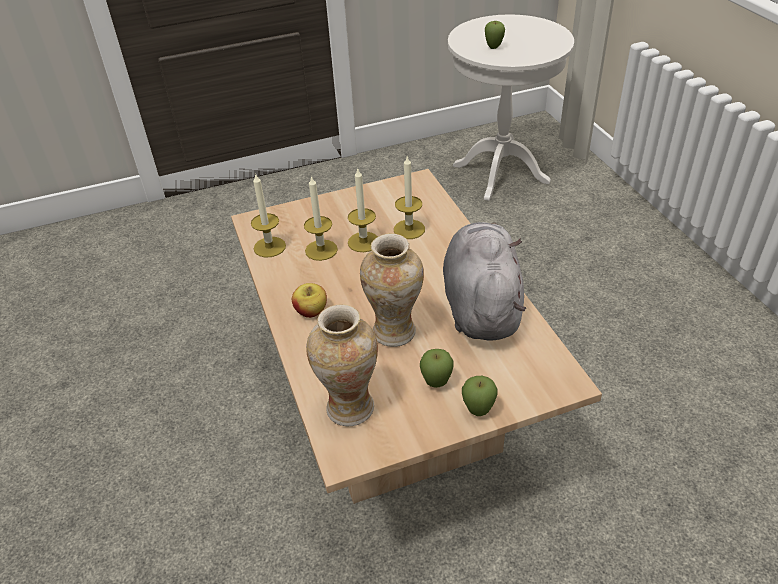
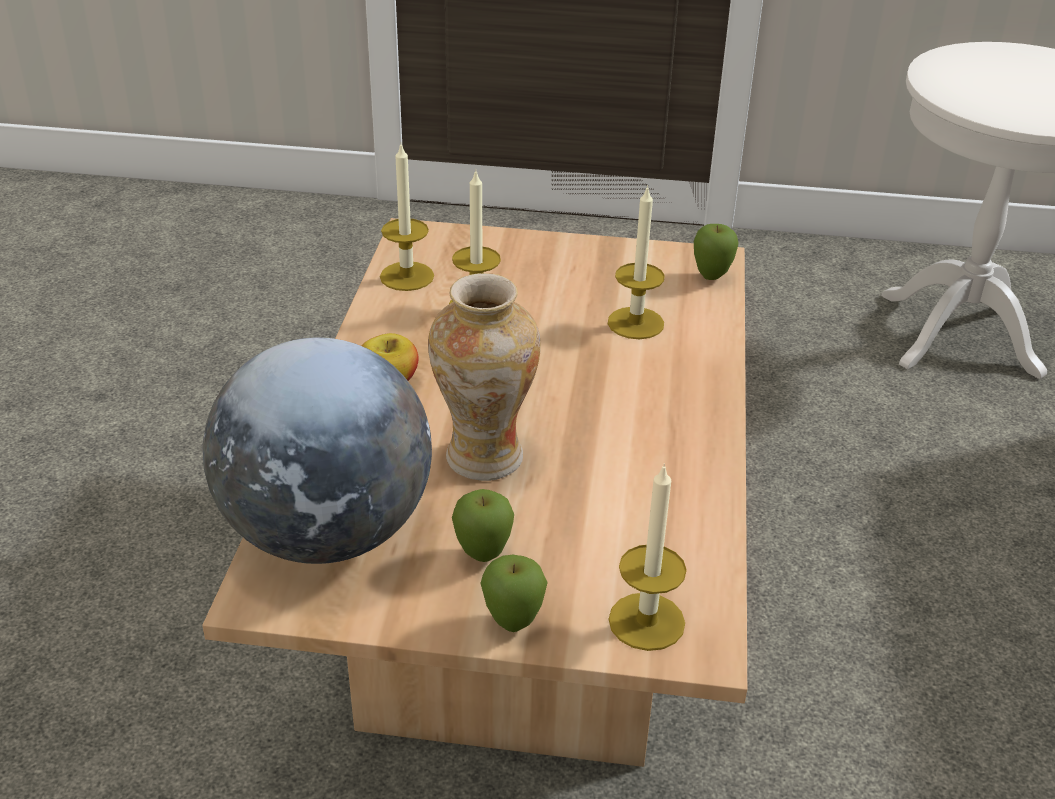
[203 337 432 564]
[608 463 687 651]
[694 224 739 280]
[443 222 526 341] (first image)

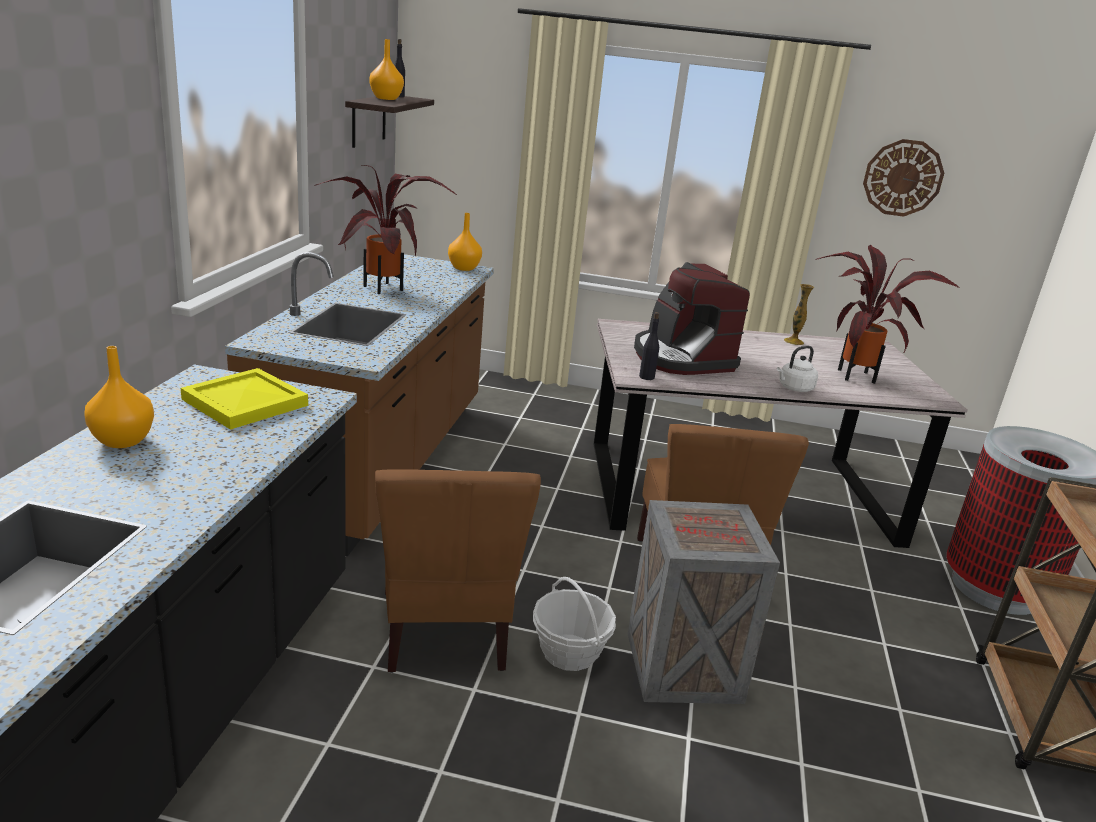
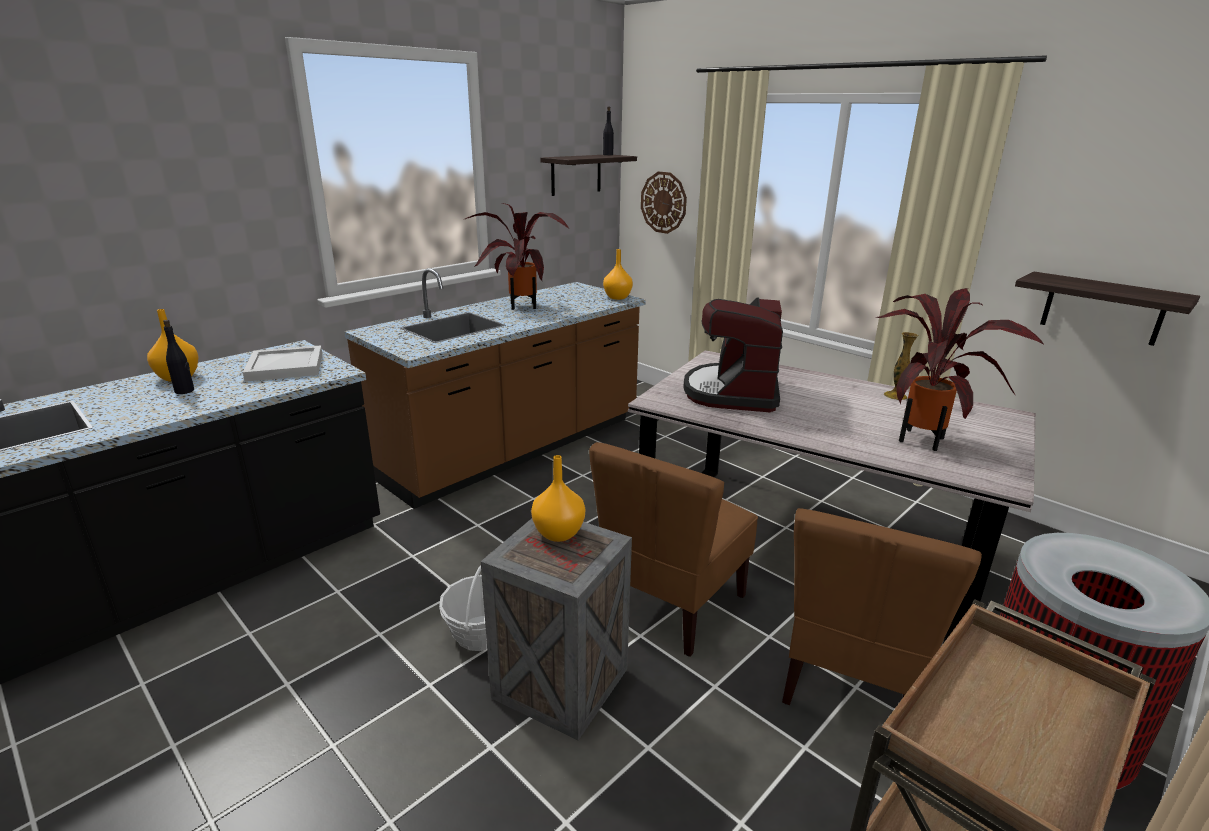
[163 320 194 394]
[243 345 323 382]
[531 455 585 542]
[641 172 687 234]
[782 508 982 705]
[1015 271 1200 346]
[777 346 818 392] (first image)

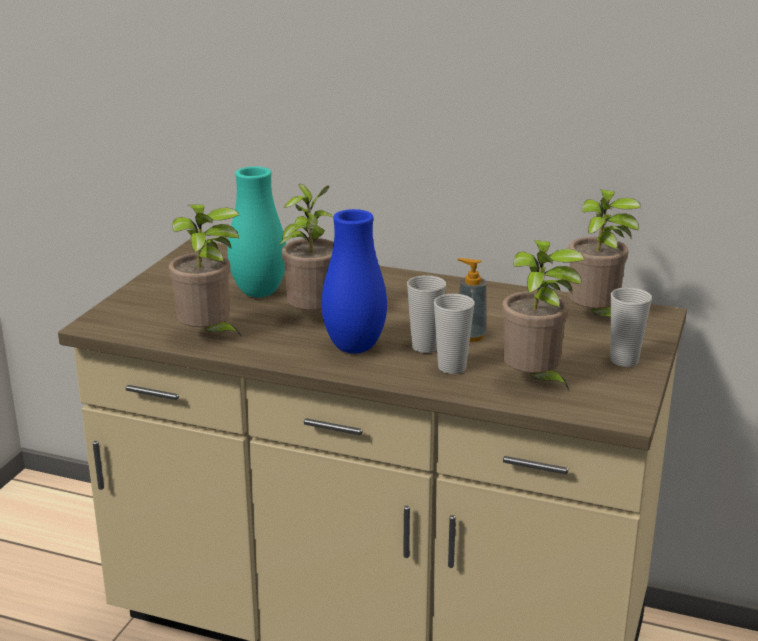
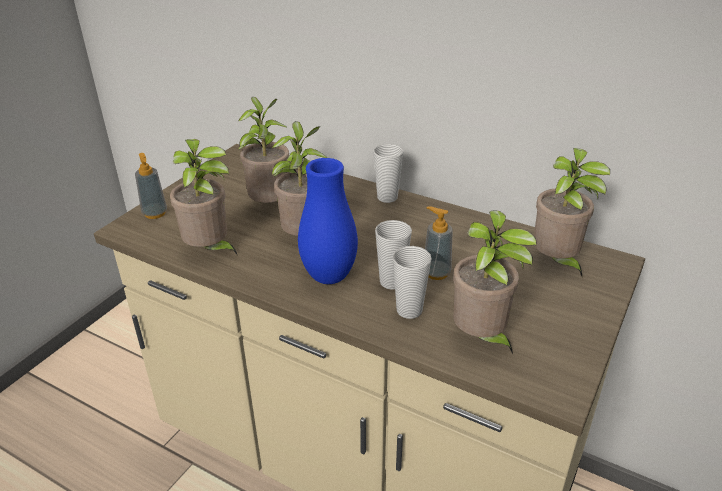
[135 153 167 219]
[238 97 289 203]
[373 144 404 203]

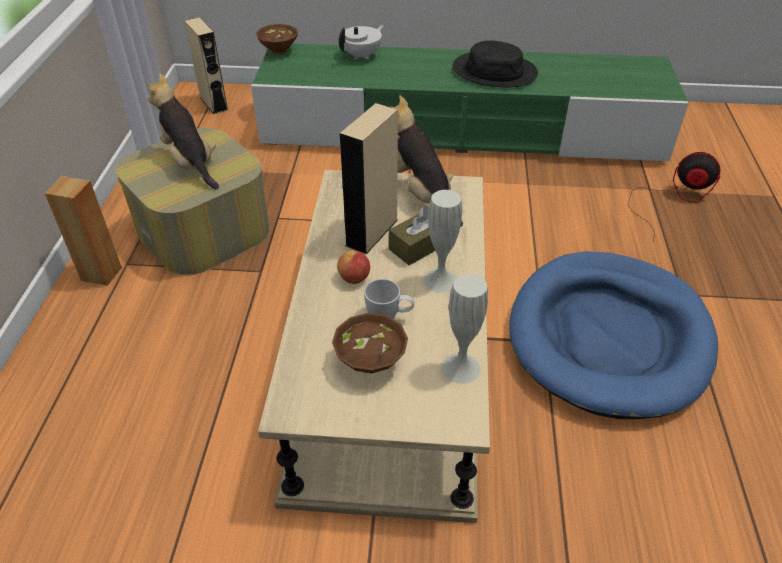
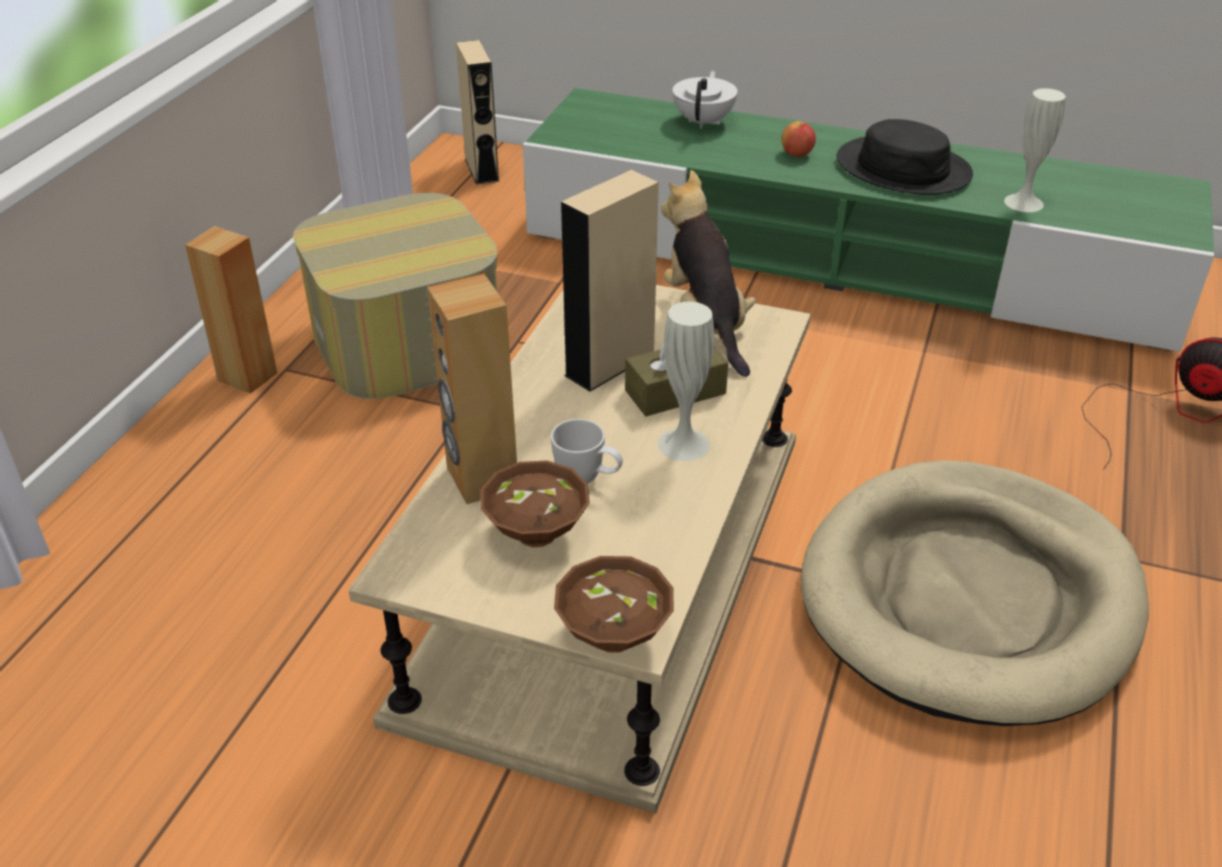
[427 274 517 504]
[554 556 674 653]
[673 70 738 129]
[781 121 816 157]
[801 460 1149 726]
[1004 88 1066 212]
[146 74 219 190] (first image)

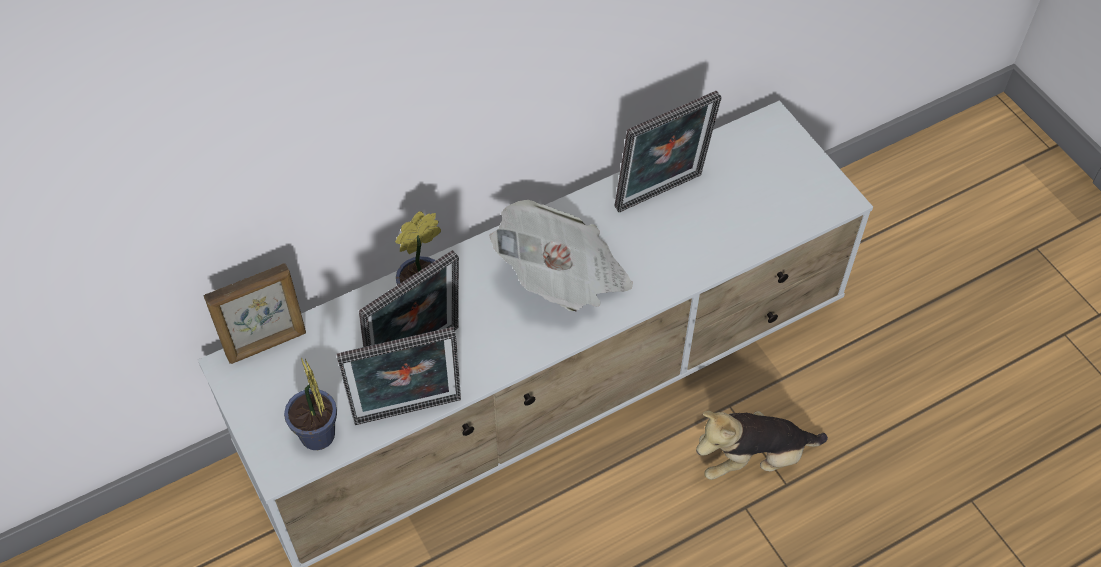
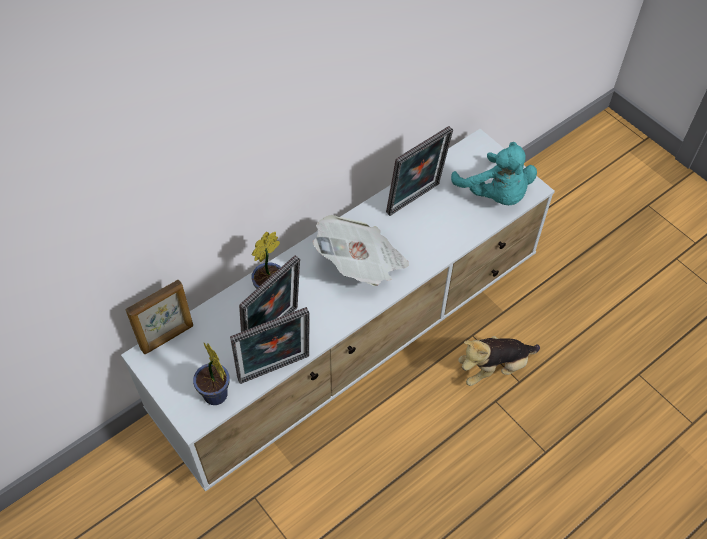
[451 142 537 205]

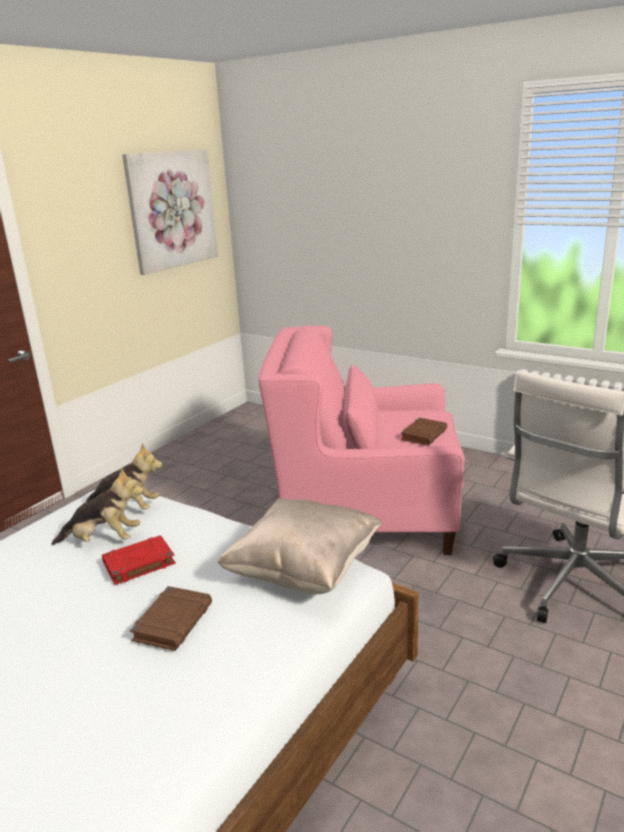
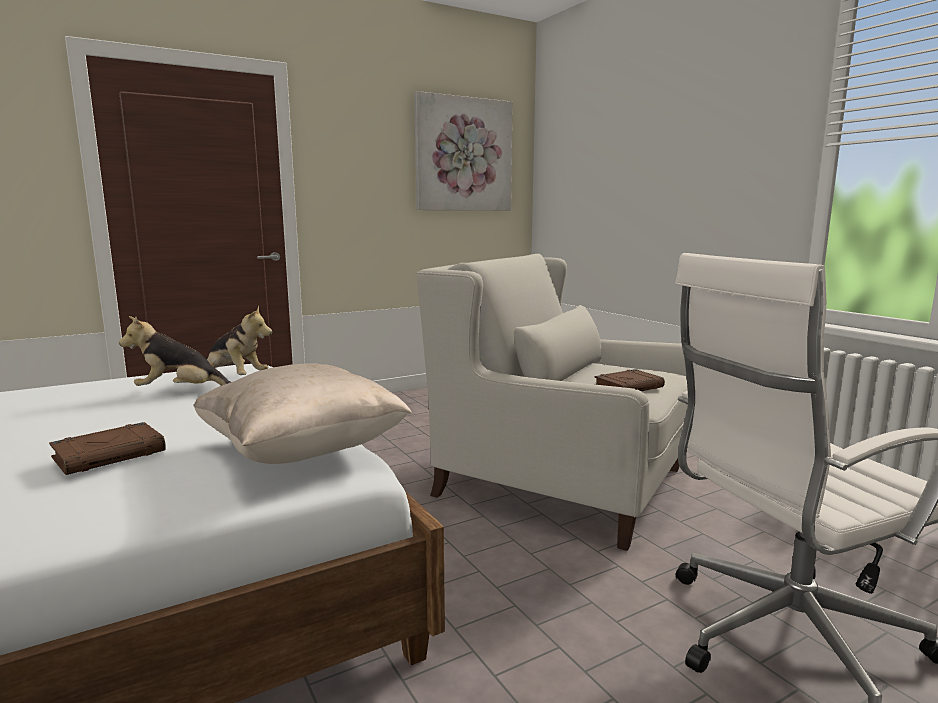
[119 316 231 386]
[417 254 688 551]
[102 535 176 585] (first image)

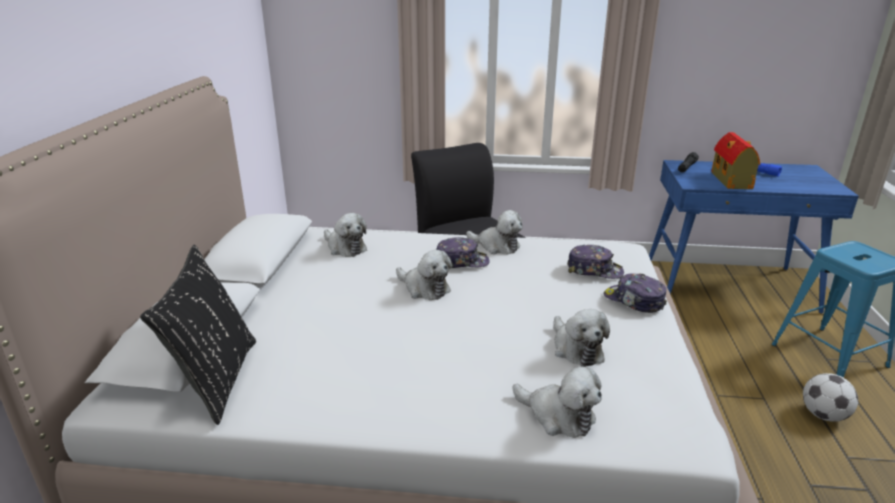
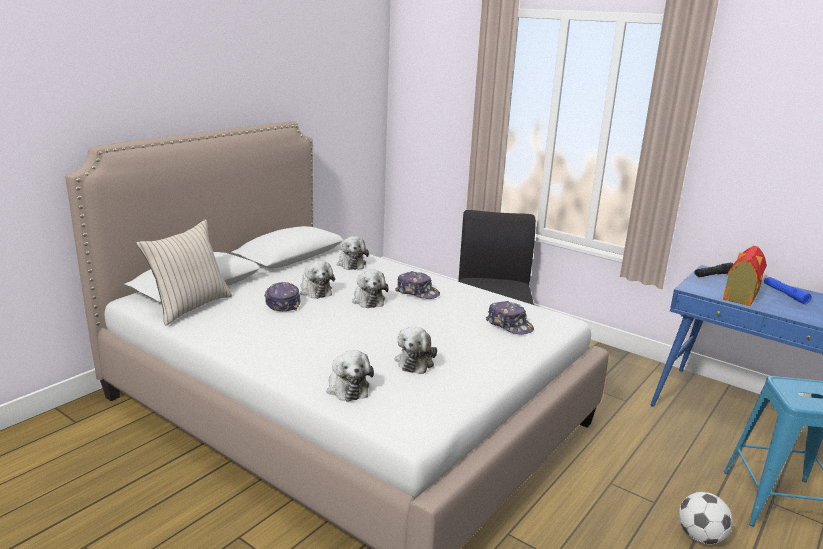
[136 220 232 326]
[264 282 301 311]
[300 261 335 299]

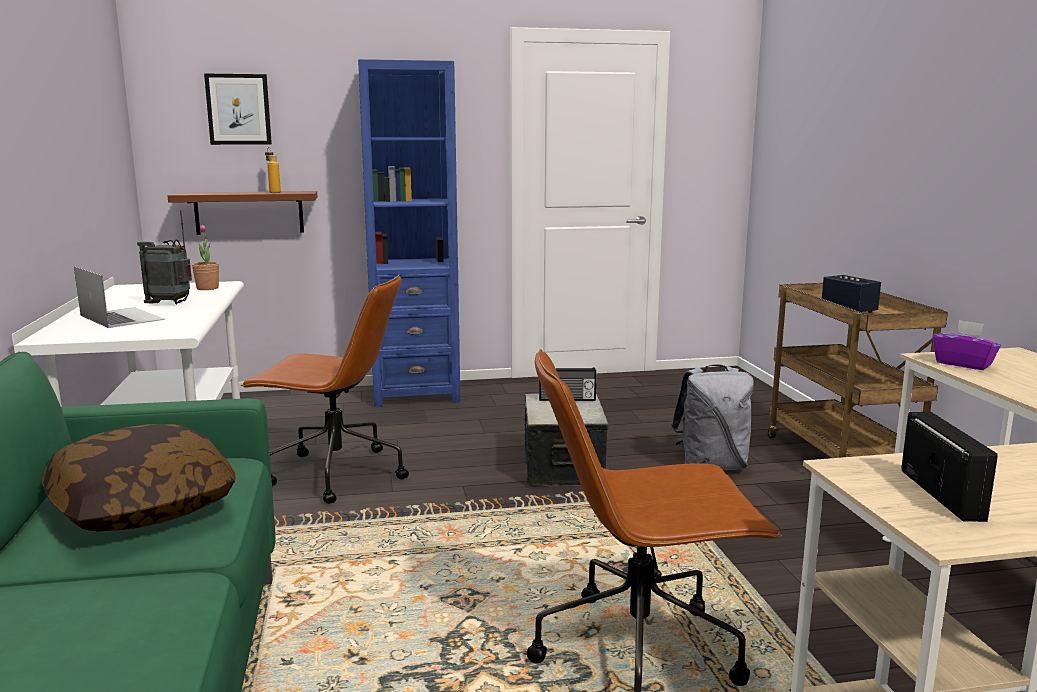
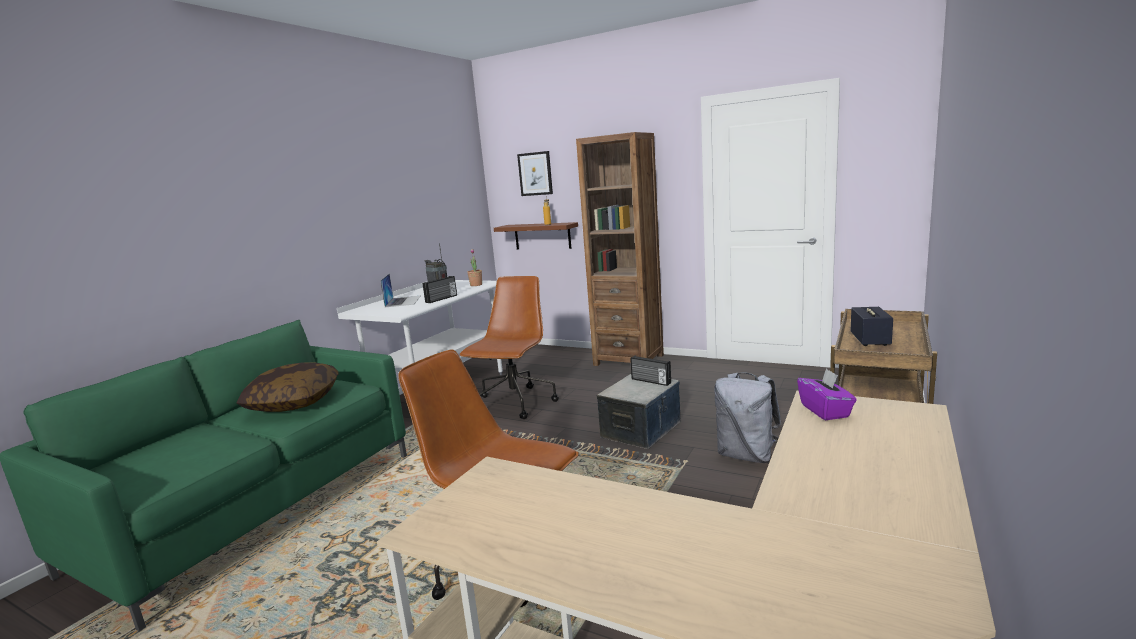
[423 276 457 303]
[459 276 559 419]
[576 132 664 366]

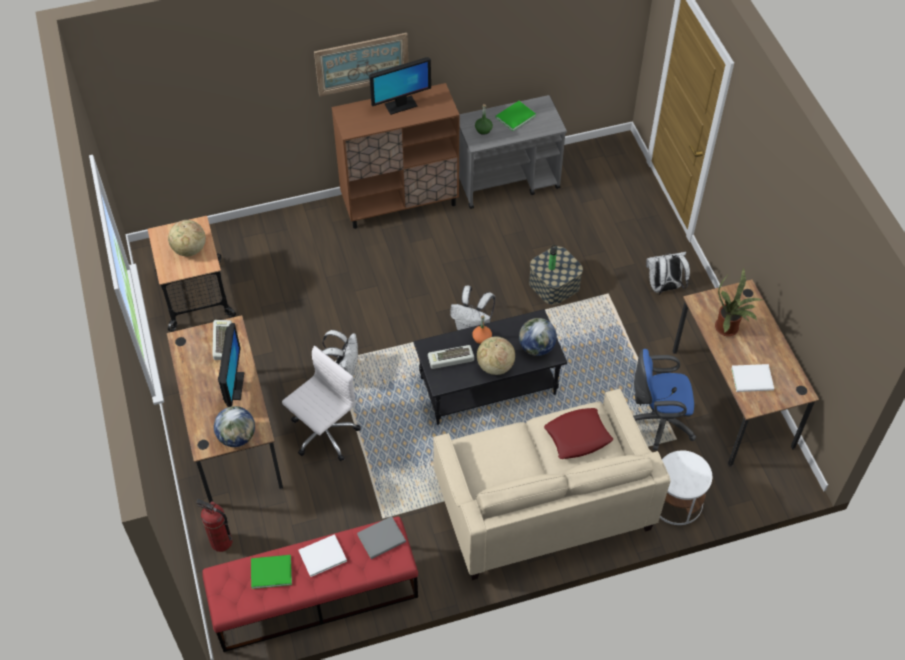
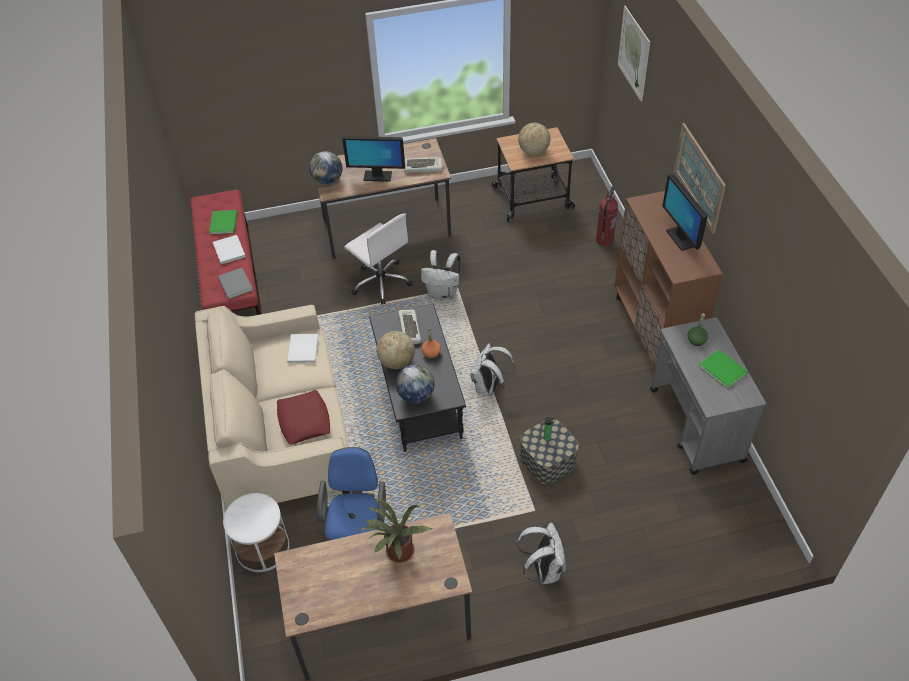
[287 334 319 363]
[596 186 618 246]
[618 6 650 102]

